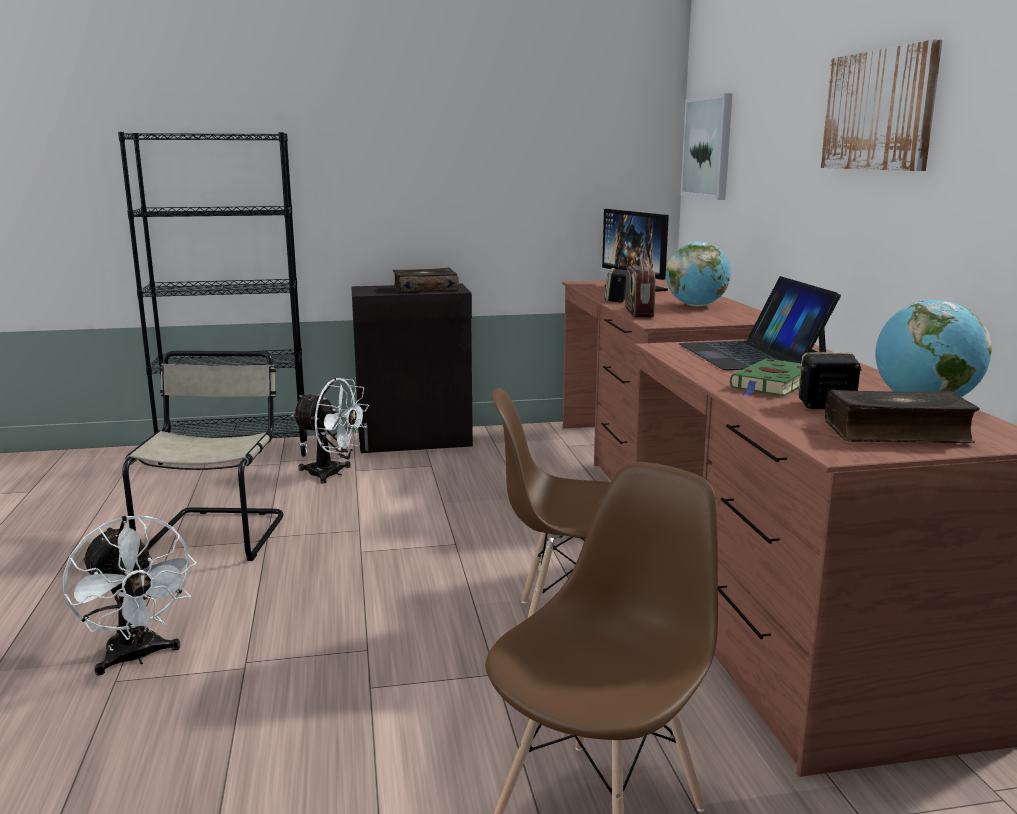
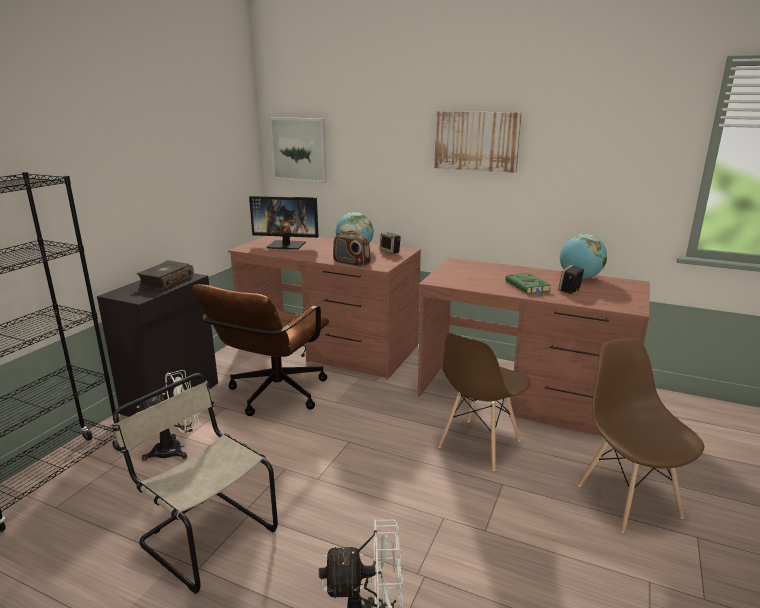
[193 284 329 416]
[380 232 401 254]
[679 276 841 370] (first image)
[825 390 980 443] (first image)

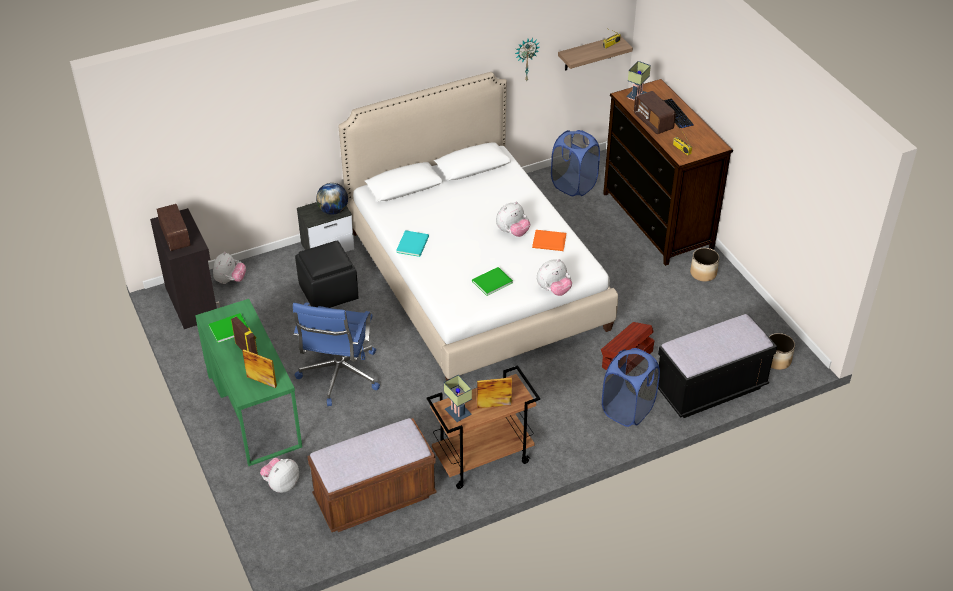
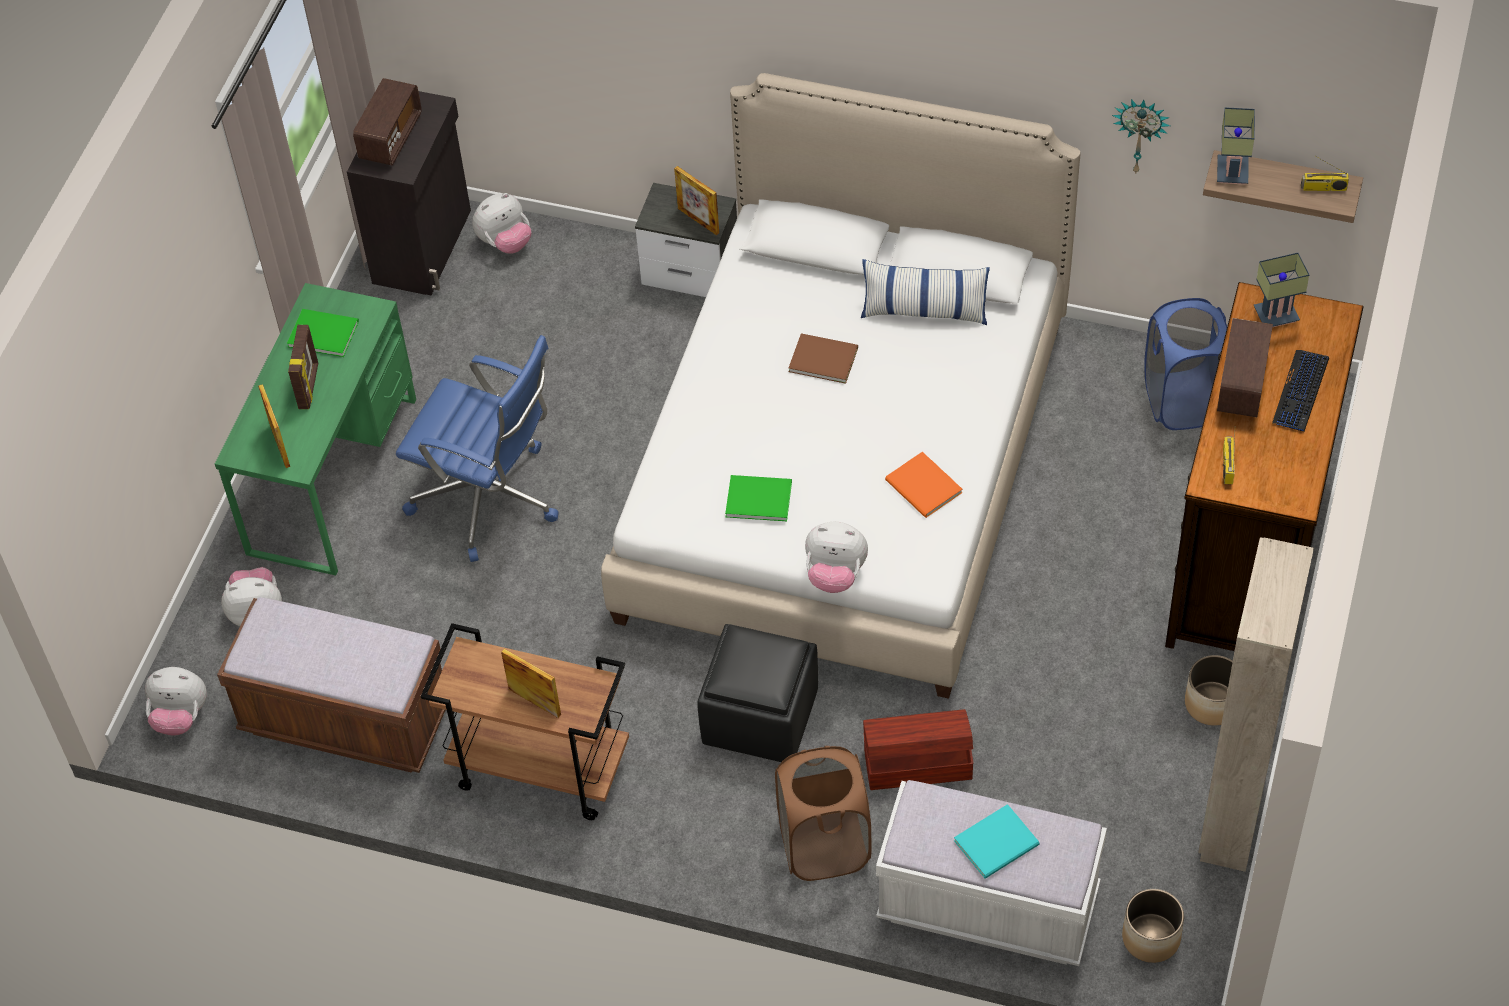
[145 667 207 736]
[396 335 559 562]
[674 166 719 235]
[697 624 818 762]
[775 746 872 881]
[789 333 858 384]
[861 259 990 325]
[876 780 1107 966]
[954 804 1039 879]
[1198 537 1314 872]
[1217 107 1255 184]

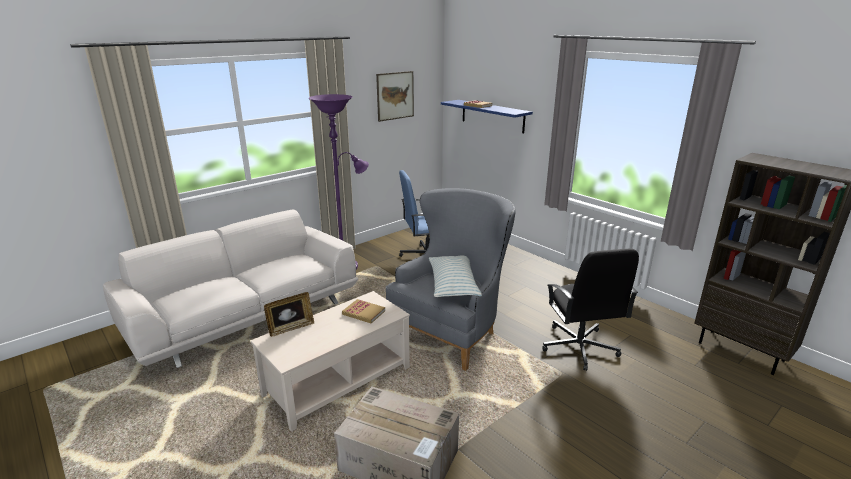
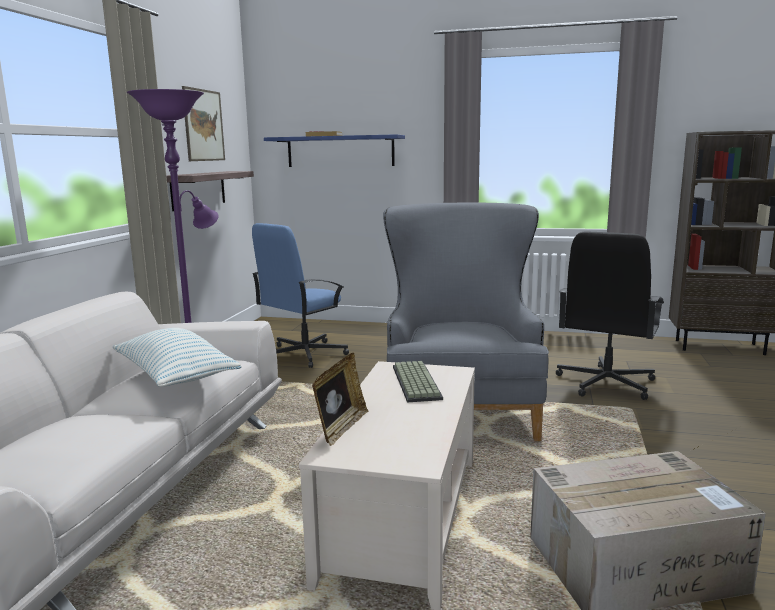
[113 328 242 387]
[166 171 254 211]
[393 361 443 402]
[556 232 664 400]

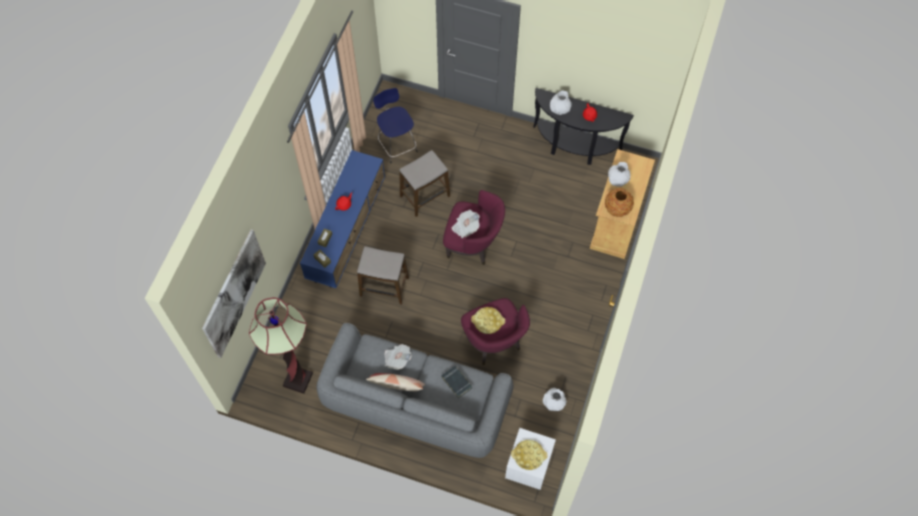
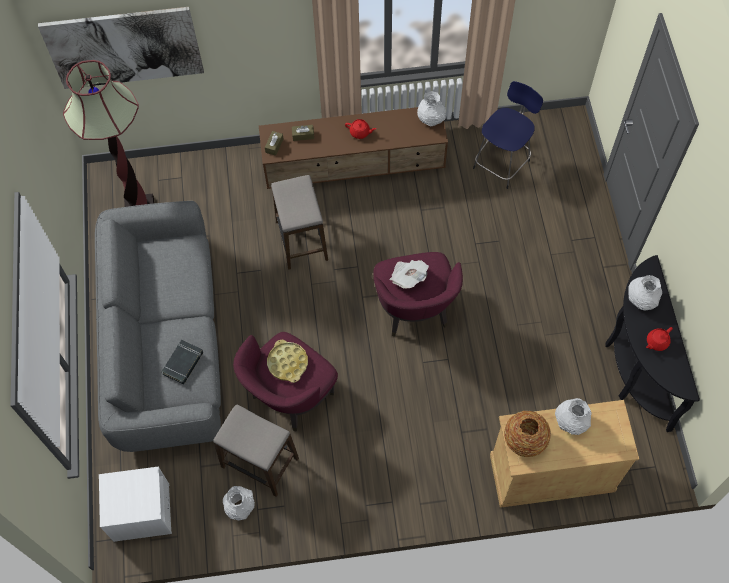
[213 405 299 497]
[259 107 448 189]
[417 91 446 127]
[366 373 425 391] (first image)
[385 344 412 370] (first image)
[511 440 547 470] (first image)

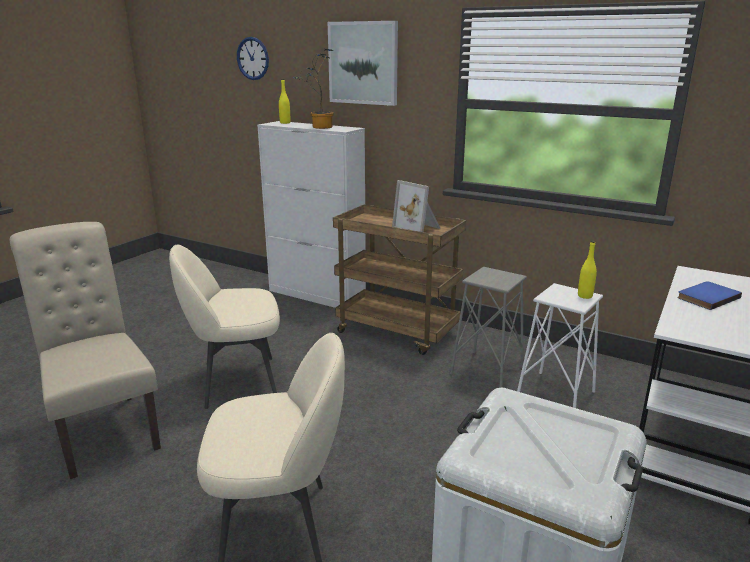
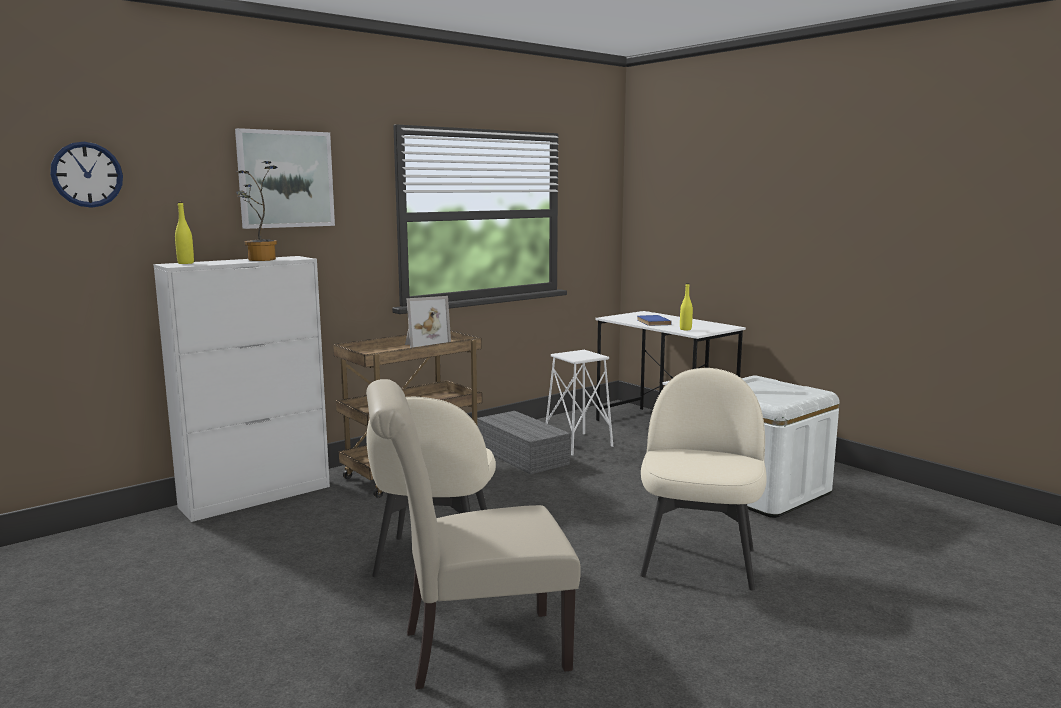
[477 411 571 475]
[680 283 693 330]

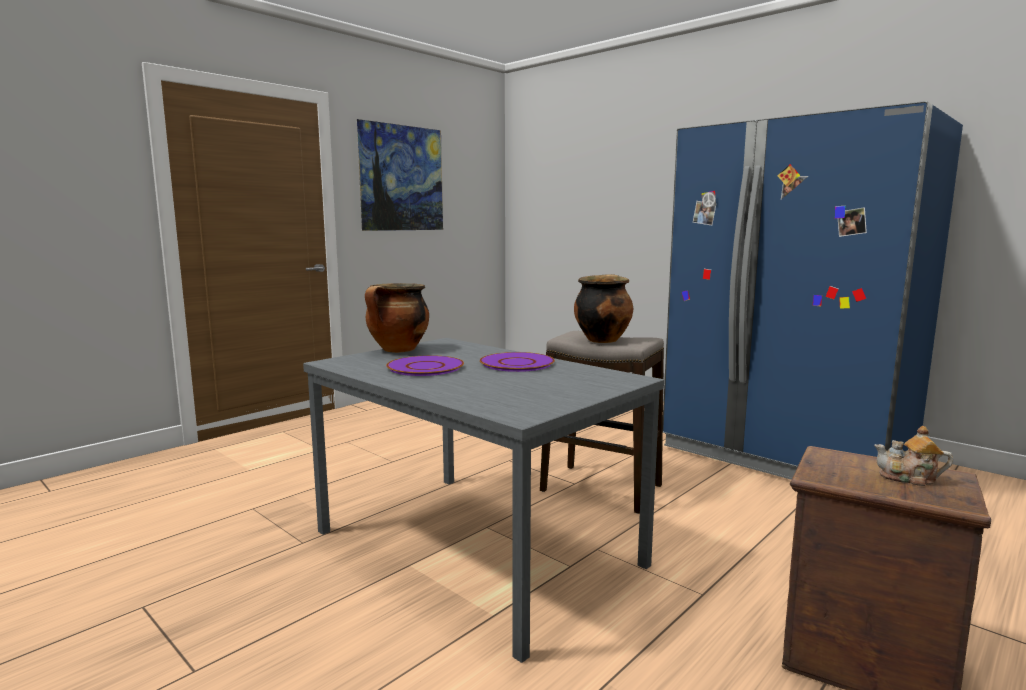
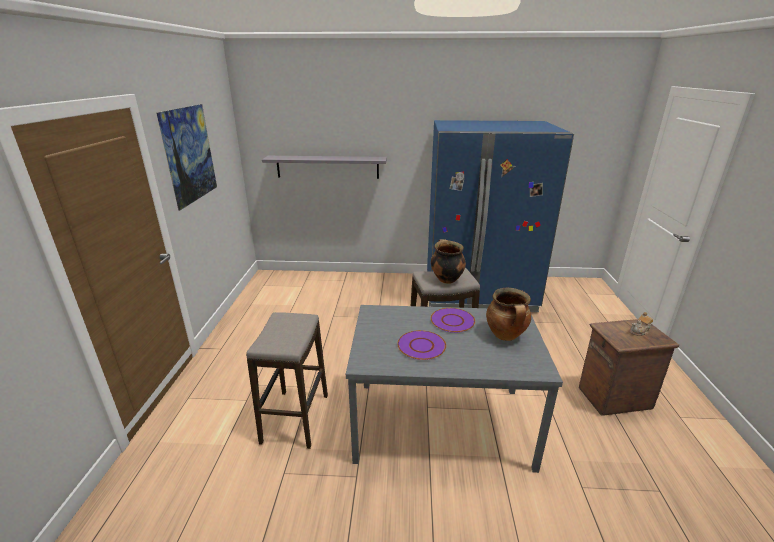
[246 312 328 449]
[262 156 387 179]
[486 288 531 341]

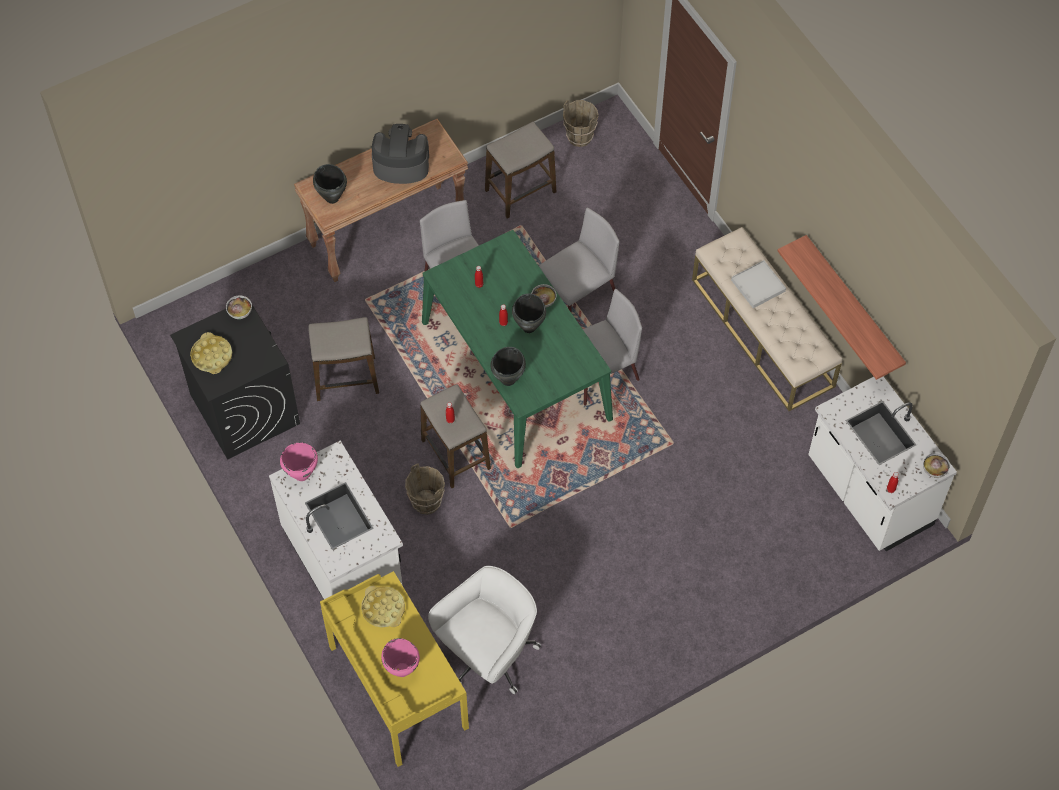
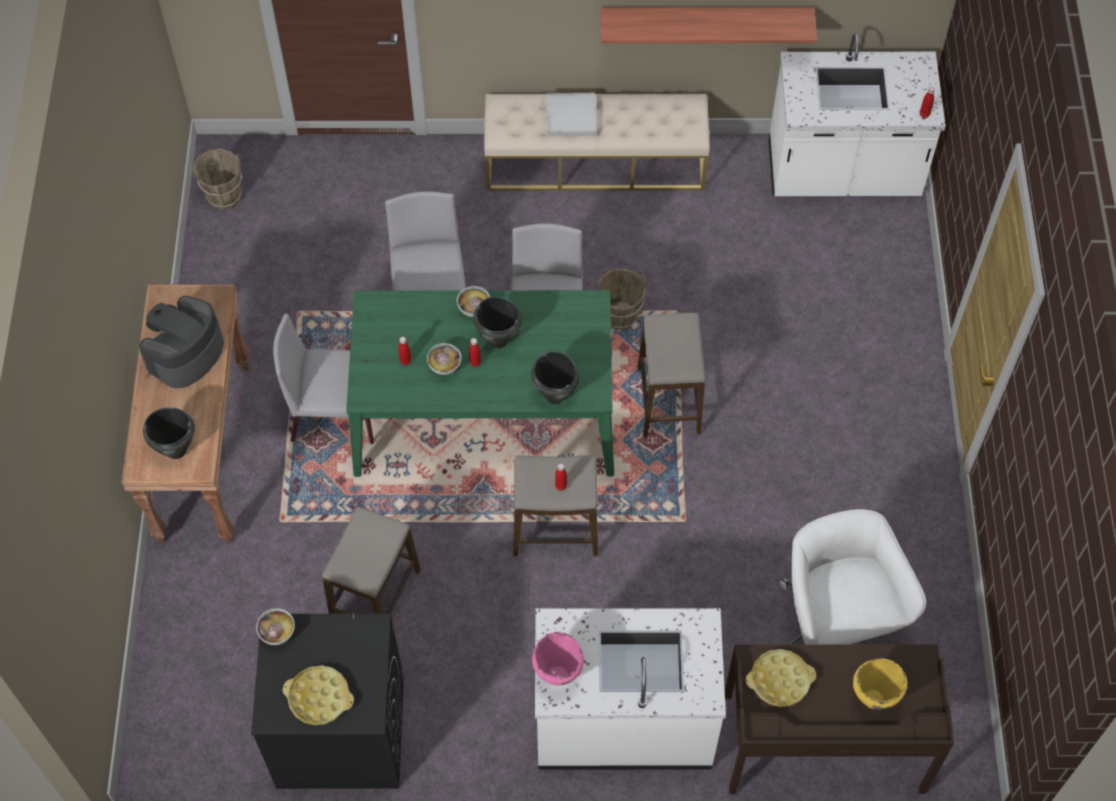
[427 343 461 375]
[597 268 647 330]
[638 313 706 437]
[725 644 954 794]
[853 658 908 710]

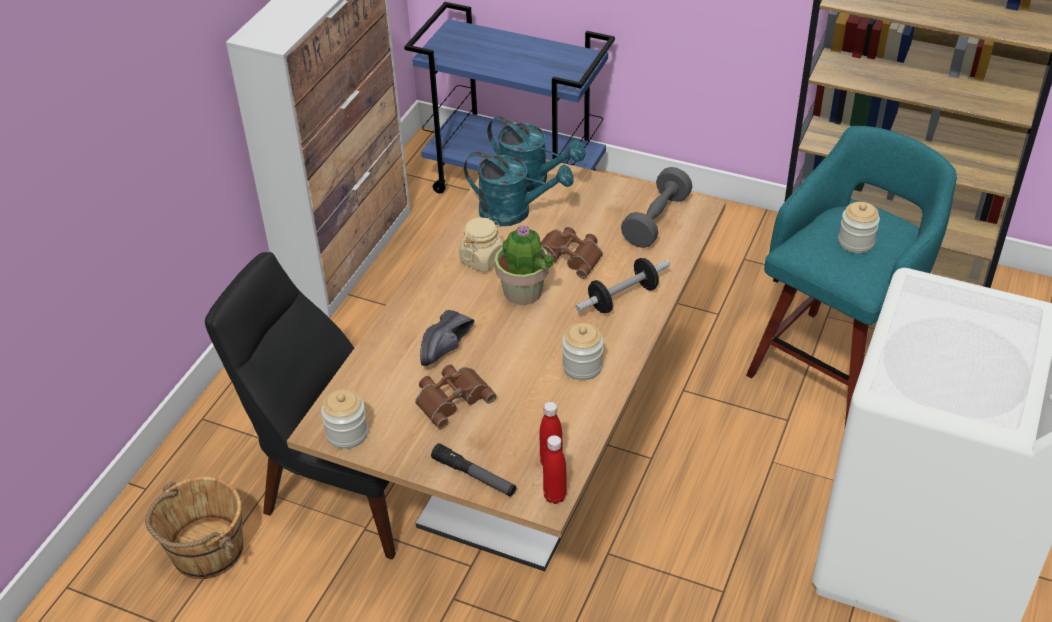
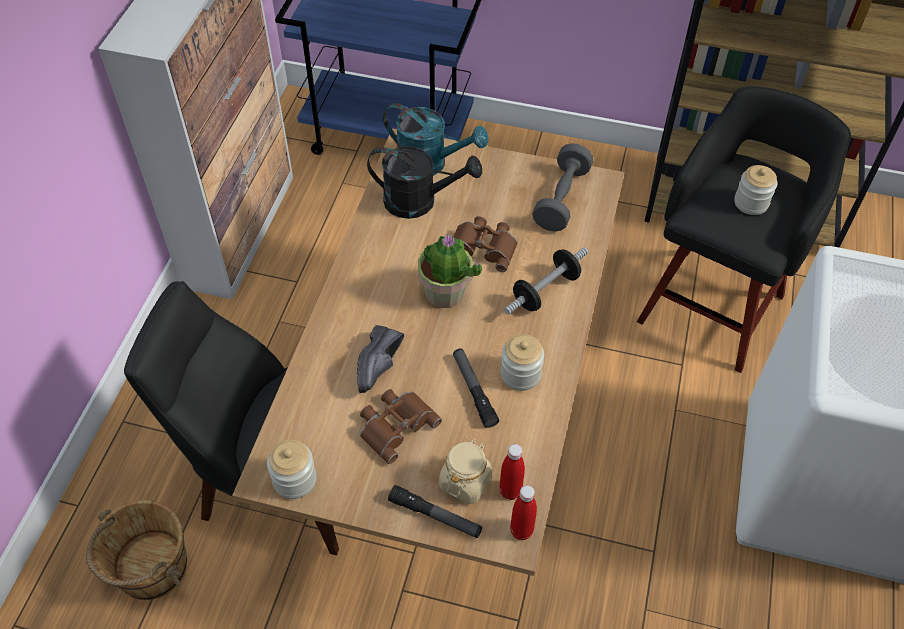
[367 146 482 219]
[439 439 492 504]
[453 349 499 428]
[637 86 851 373]

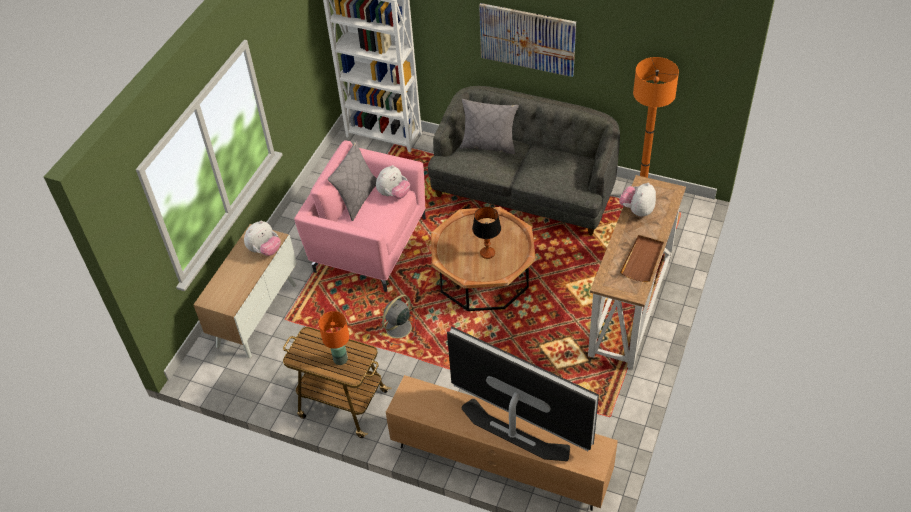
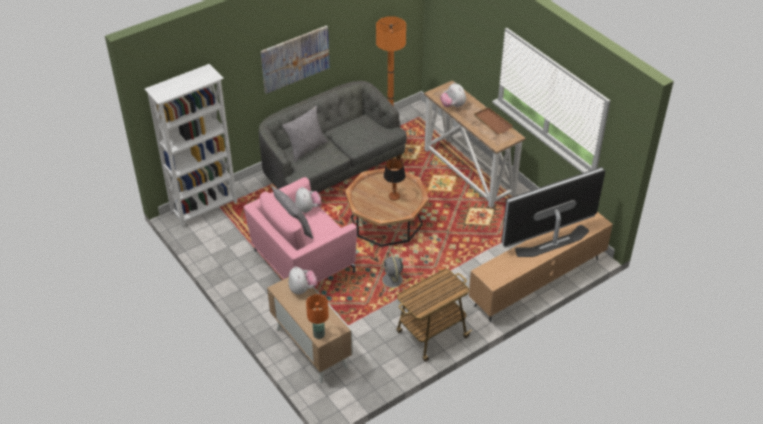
[306 294 329 339]

